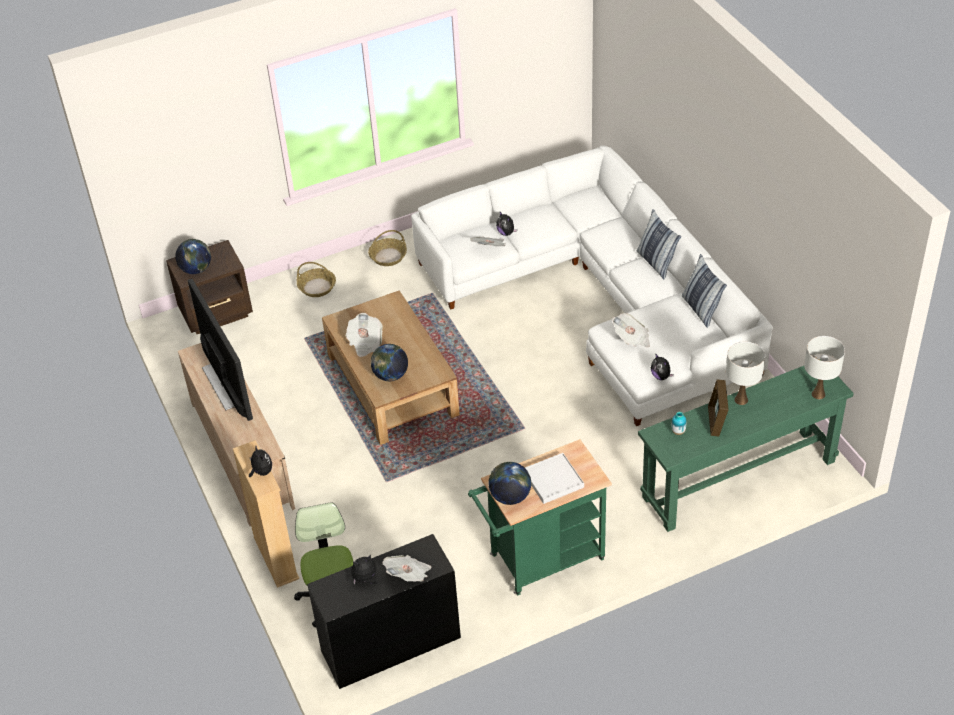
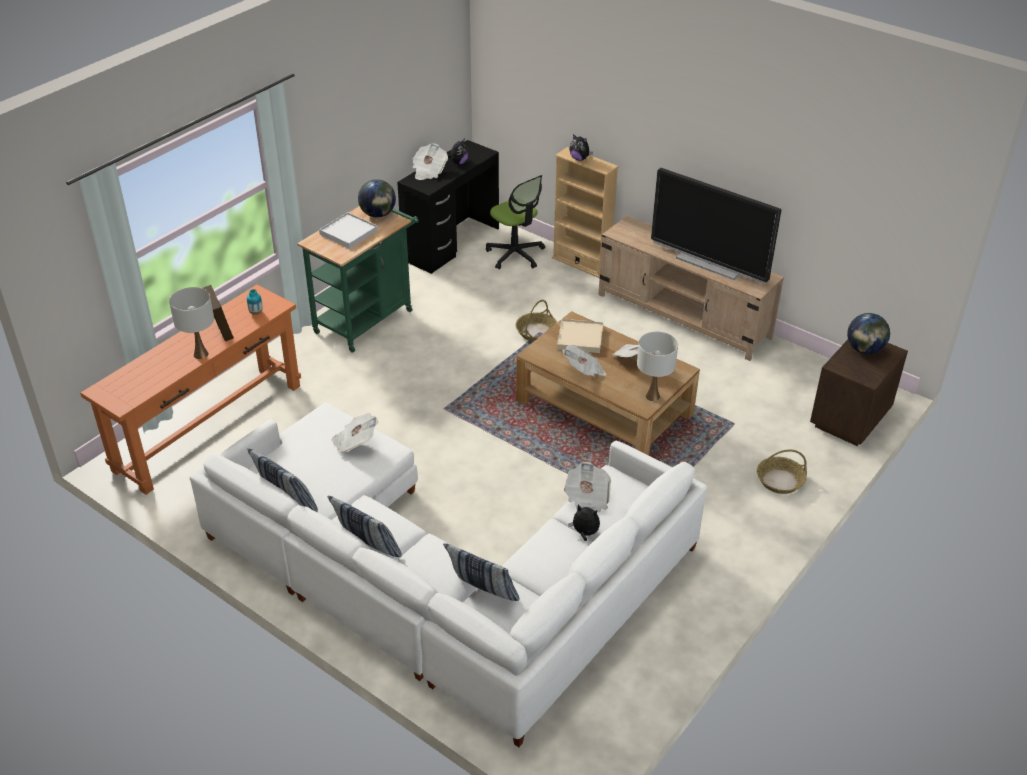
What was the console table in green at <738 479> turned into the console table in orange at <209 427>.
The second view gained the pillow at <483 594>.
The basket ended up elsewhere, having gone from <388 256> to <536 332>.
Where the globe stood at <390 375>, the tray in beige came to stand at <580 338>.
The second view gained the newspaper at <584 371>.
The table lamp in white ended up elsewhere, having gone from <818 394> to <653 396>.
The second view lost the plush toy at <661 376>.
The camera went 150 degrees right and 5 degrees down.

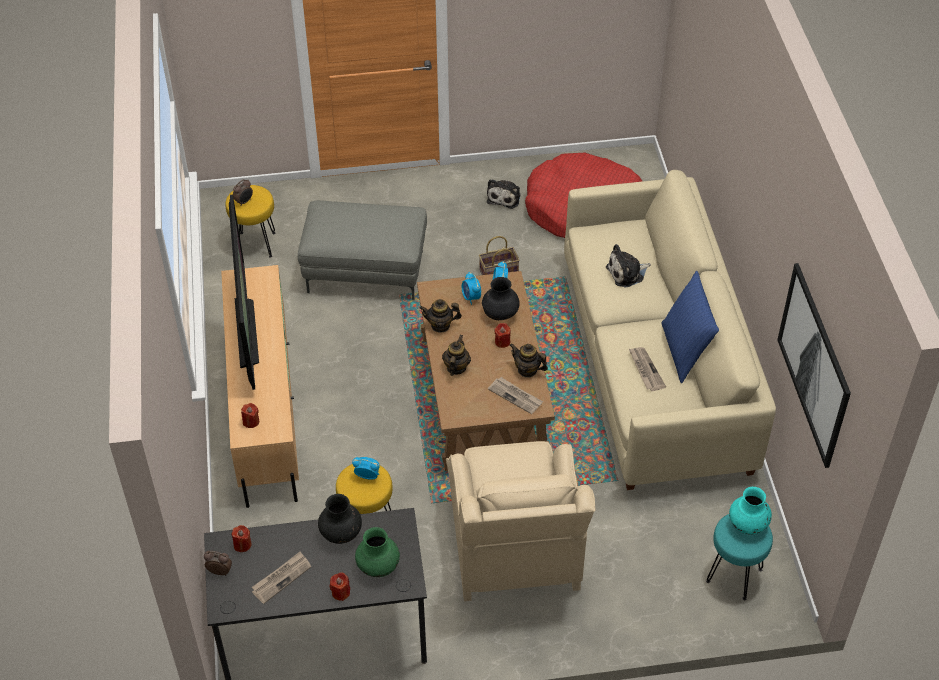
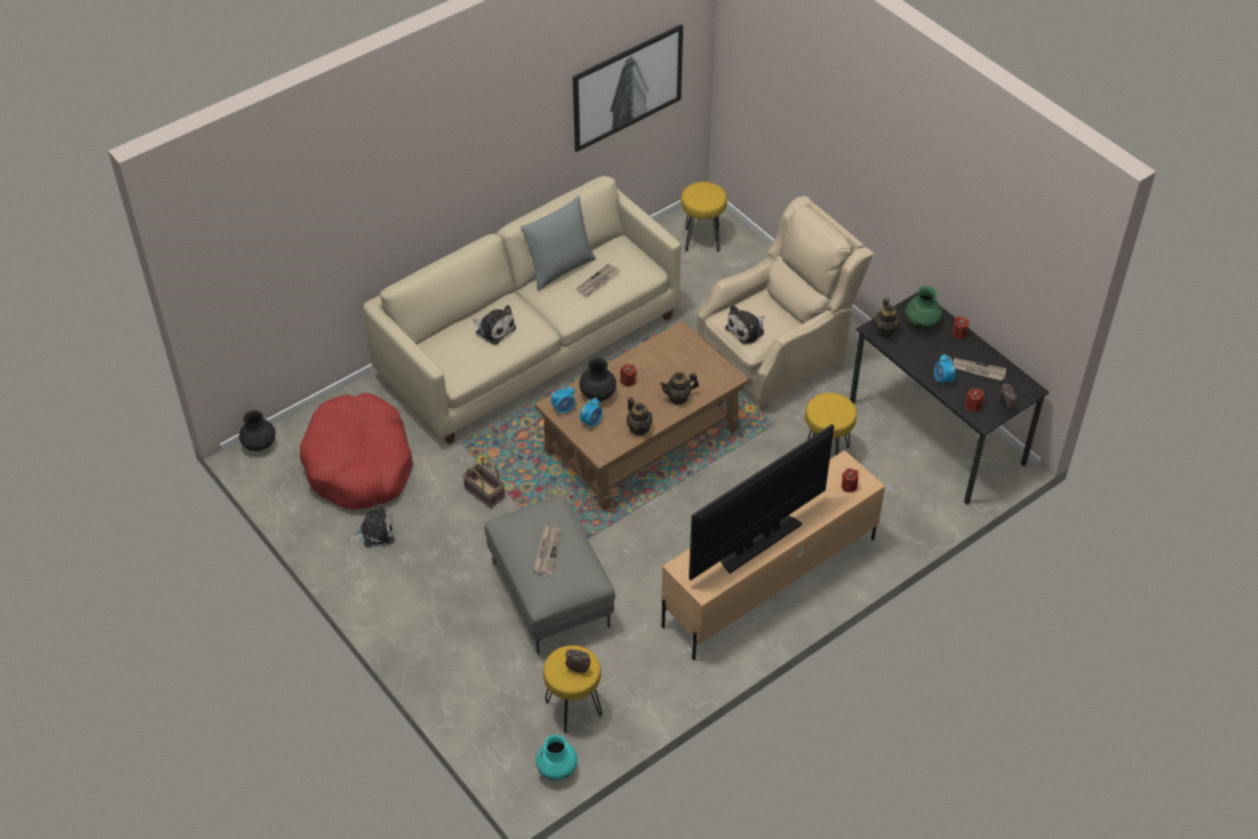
The vase in black ended up elsewhere, having gone from <341 534> to <260 445>.
What was the pillow in blue at <685 351> turned into the pillow in grey at <559 268>.
The newspaper ended up elsewhere, having gone from <516 396> to <547 551>.
The vase in turquoise ended up elsewhere, having gone from <748 525> to <557 769>.
What was the stool in turquoise at <734 576> turned into the stool in yellow at <702 239>.
The second view gained the plush toy at <747 330>.
The teapot ended up elsewhere, having gone from <527 370> to <885 330>.
The alarm clock ended up elsewhere, having gone from <367 476> to <942 380>.
The camera went 120 degrees left and 0 degrees up.

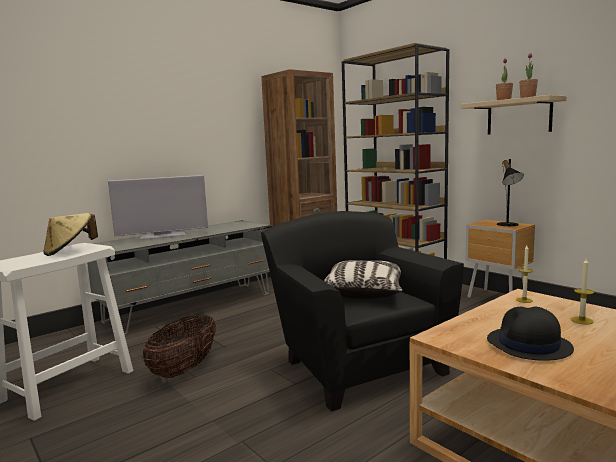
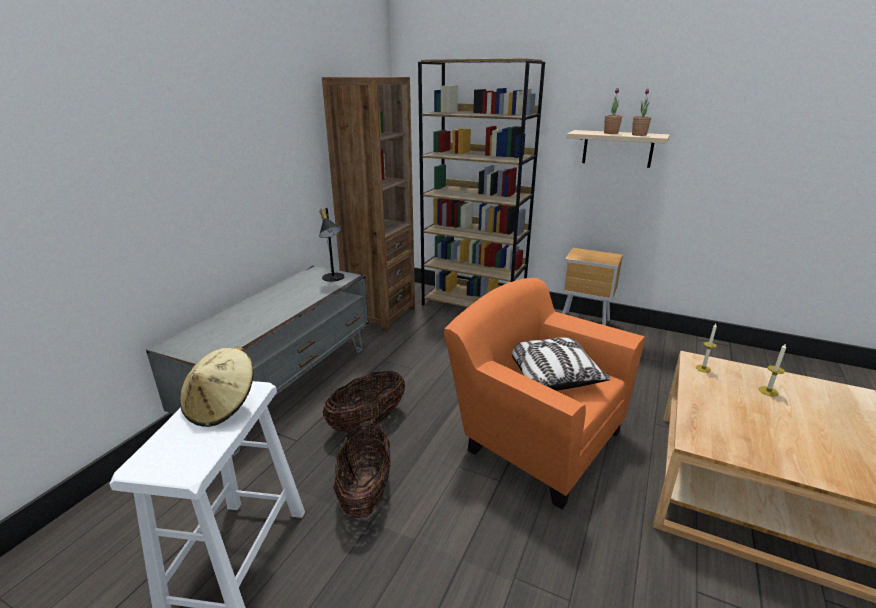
The table lamp in black ended up elsewhere, having gone from <508 225> to <333 279>.
The second view gained the basket at <367 422>.
What was the armchair in black at <358 364> turned into the armchair in orange at <536 438>.
The second view lost the television at <163 236>.
The second view lost the hat in black at <528 345>.
The camera went 25 degrees left and 15 degrees up.

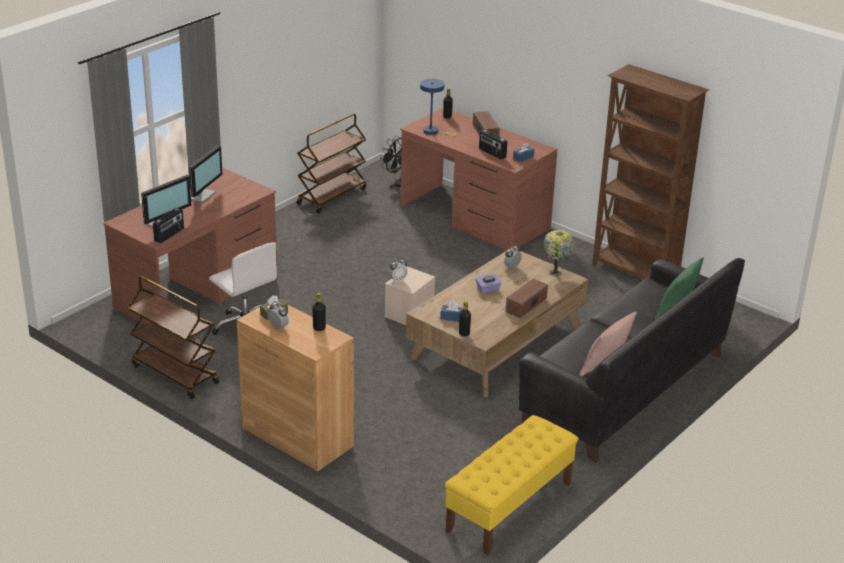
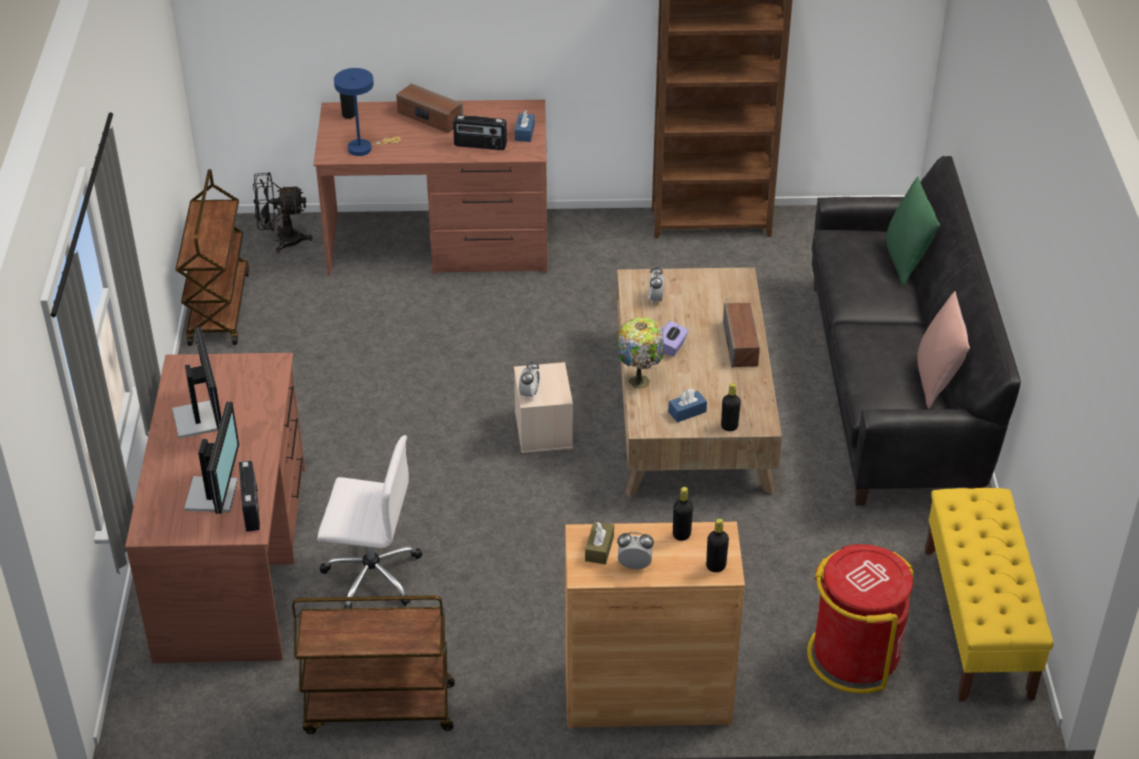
The table lamp ended up elsewhere, having gone from <556 273> to <640 380>.
The second view gained the bottle in black at <716 566>.
The second view gained the trash can in red at <854 656>.
The camera went 40 degrees left and 10 degrees up.

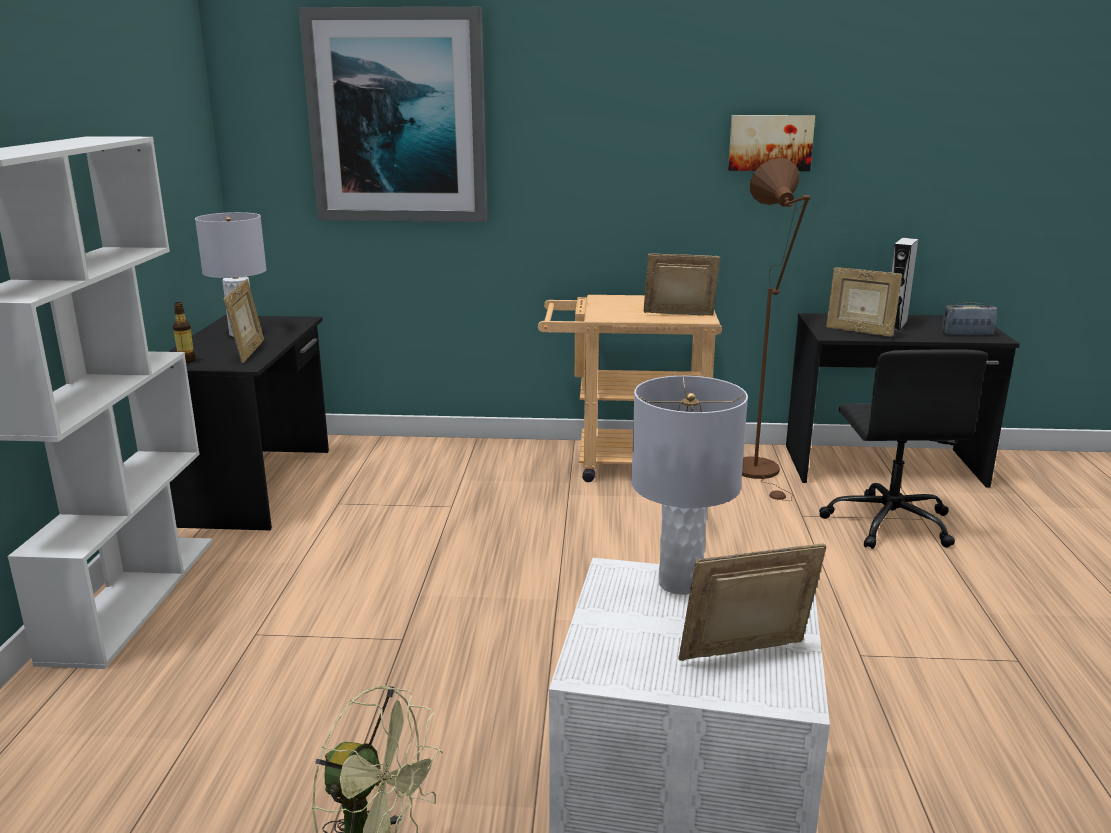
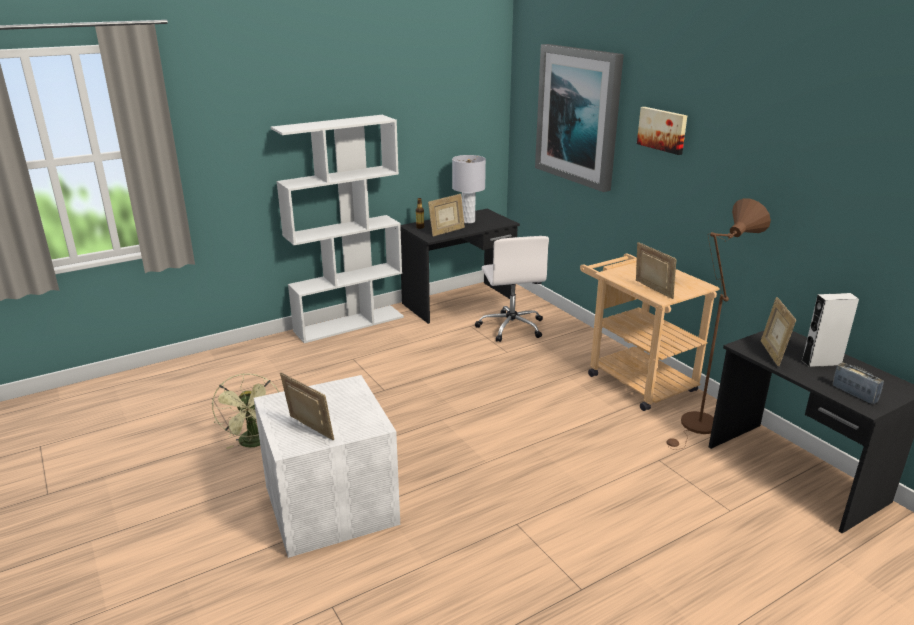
The second view gained the office chair in white at <511 327>.
The picture ended up elsewhere, having gone from <770 143> to <663 130>.
The second view lost the table lamp in grey at <680 583>.
The second view lost the office chair in black at <889 523>.
The camera went 55 degrees right and 5 degrees up.

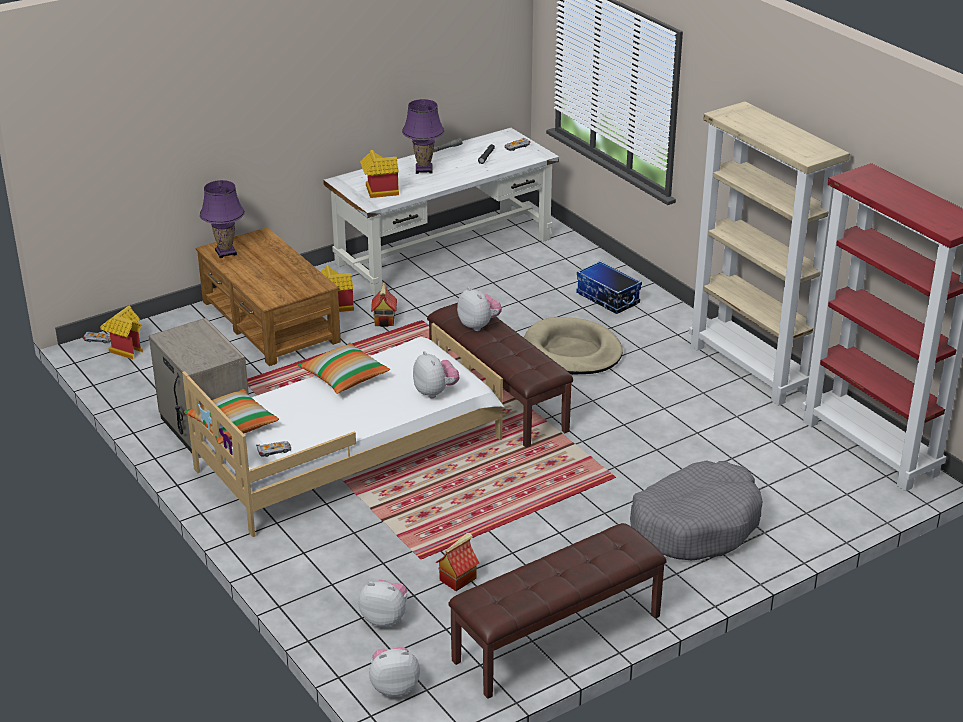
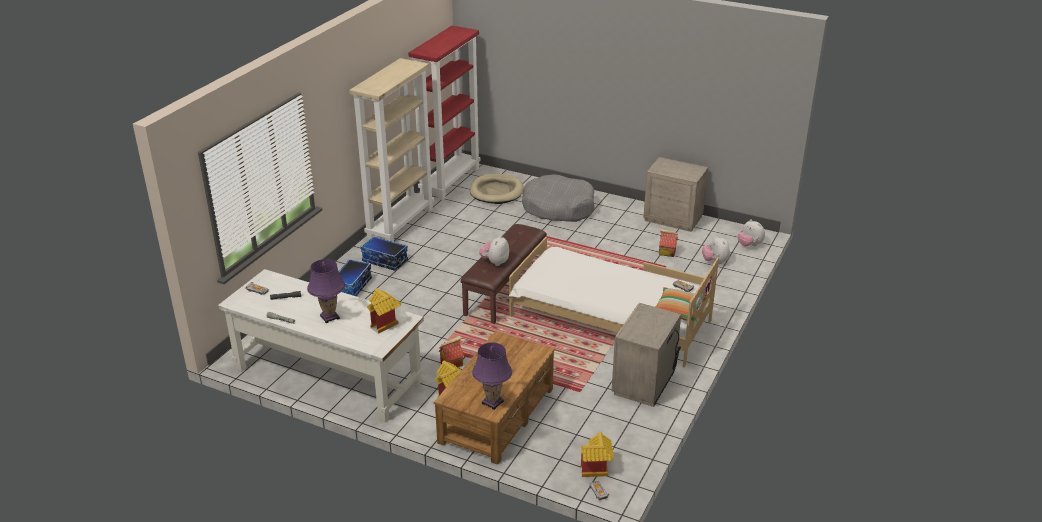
The second view gained the storage box at <384 261>.
The dog bed in beige ended up elsewhere, having gone from <572 351> to <496 191>.
Where the bench in brown stood at <558 639>, the nightstand in beige came to stand at <673 218>.
The second view lost the pillow at <344 378>.
The second view lost the plush toy at <435 392>.
The camera went 120 degrees left and 0 degrees up.

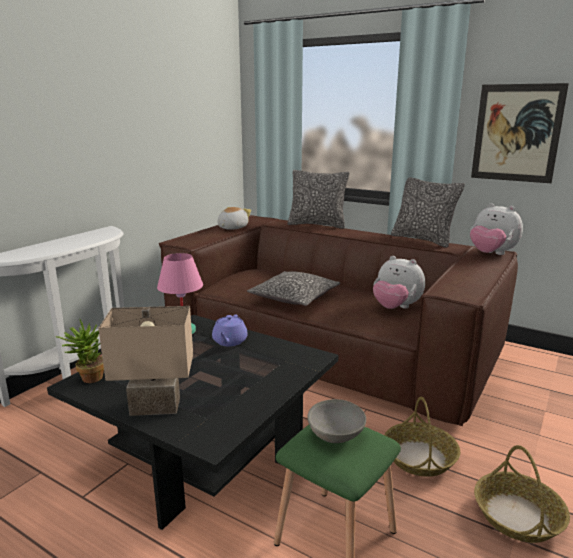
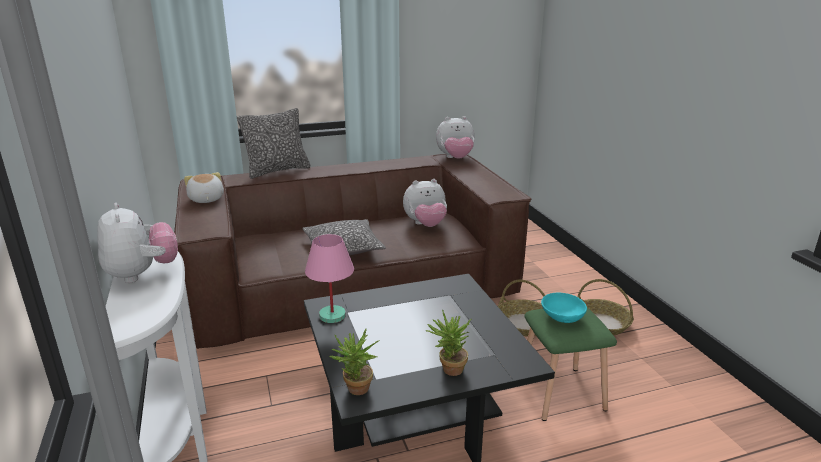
The second view gained the plush toy at <142 274>.
Where the table lamp in beige stood at <156 405>, the potted plant came to stand at <448 370>.
What was the bowl in grey at <336 434> turned into the bowl in turquoise at <562 317>.
The second view lost the teapot in purple at <229 341>.
The second view lost the pillow at <423 239>.
The second view lost the picture at <516 133>.
The camera went 50 degrees left and 5 degrees up.

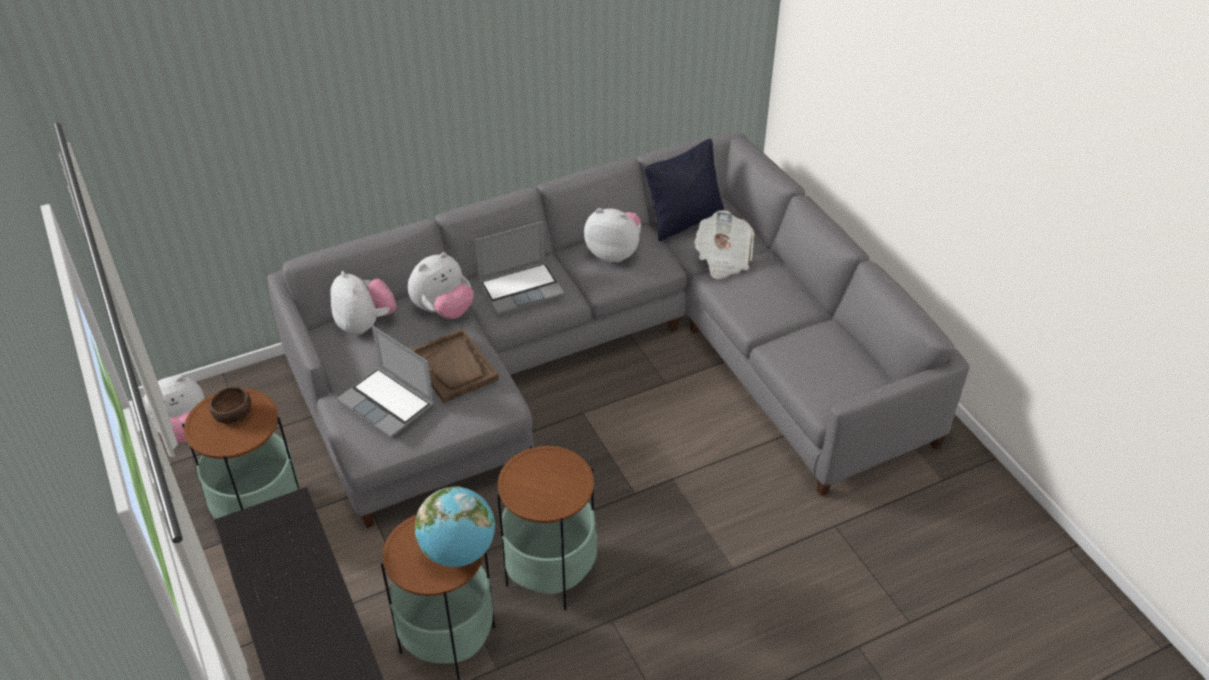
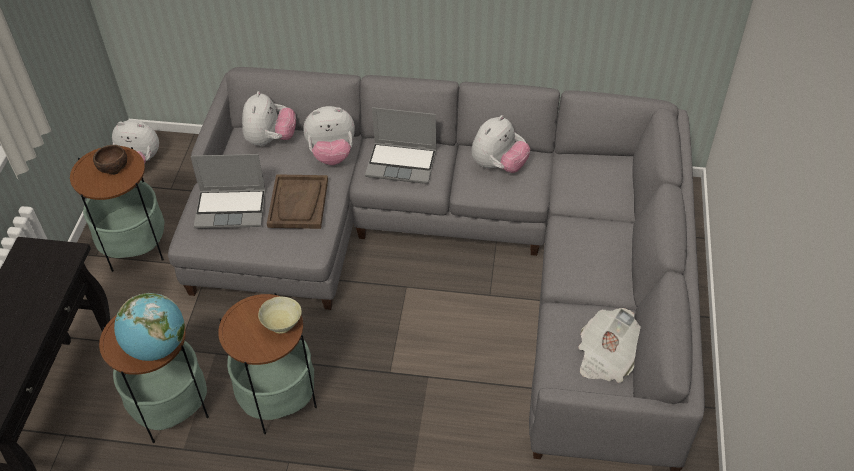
The laptop at <388 403> ended up facing another way, 75 degrees counterclockwise from before.
The second view gained the bowl in beige at <282 324>.
The plush toy at <614 253> ended up facing another way, 75 degrees clockwise from before.
The newspaper ended up elsewhere, having gone from <723 259> to <607 357>.
The second view lost the pillow in black at <684 220>.
The camera went 35 degrees right and 5 degrees up.

